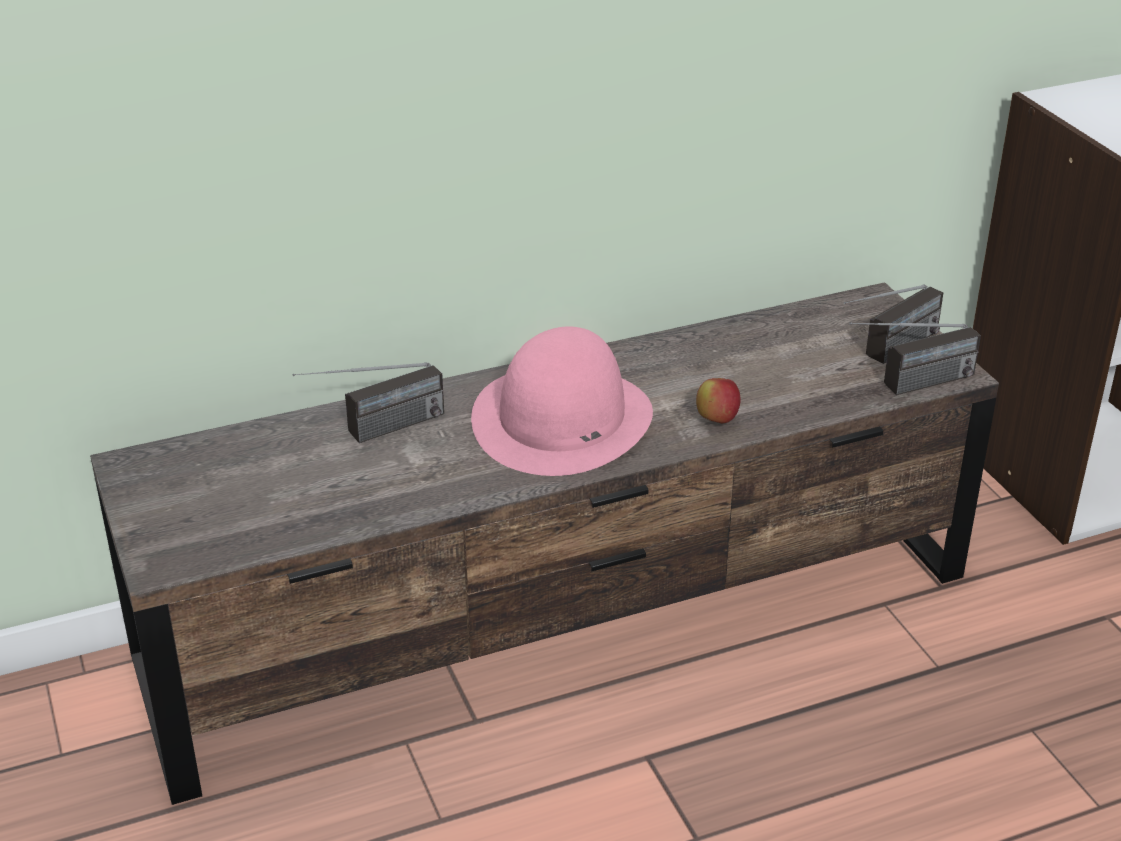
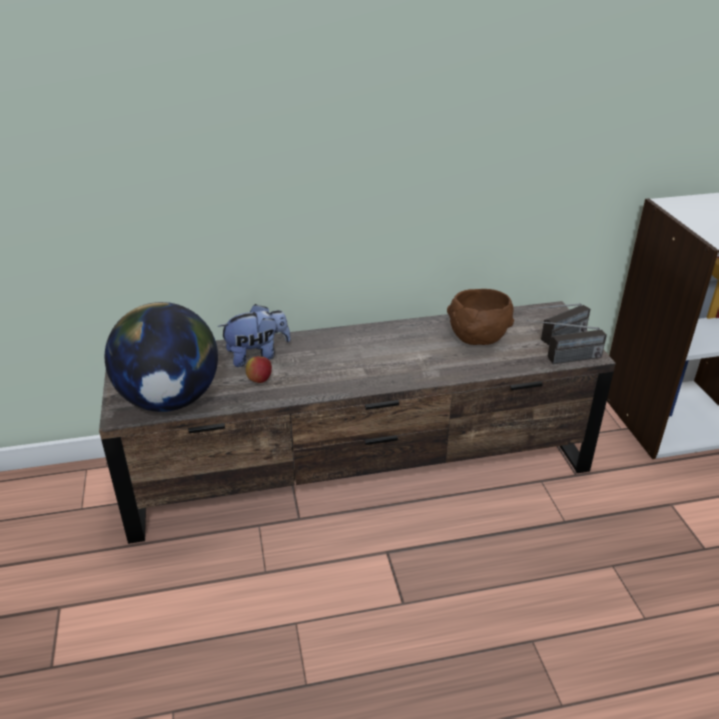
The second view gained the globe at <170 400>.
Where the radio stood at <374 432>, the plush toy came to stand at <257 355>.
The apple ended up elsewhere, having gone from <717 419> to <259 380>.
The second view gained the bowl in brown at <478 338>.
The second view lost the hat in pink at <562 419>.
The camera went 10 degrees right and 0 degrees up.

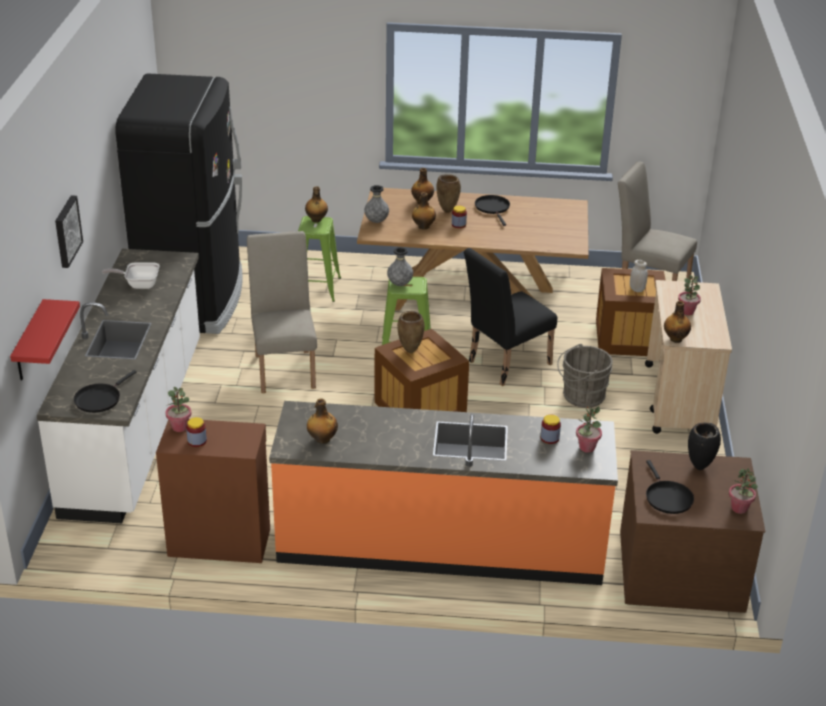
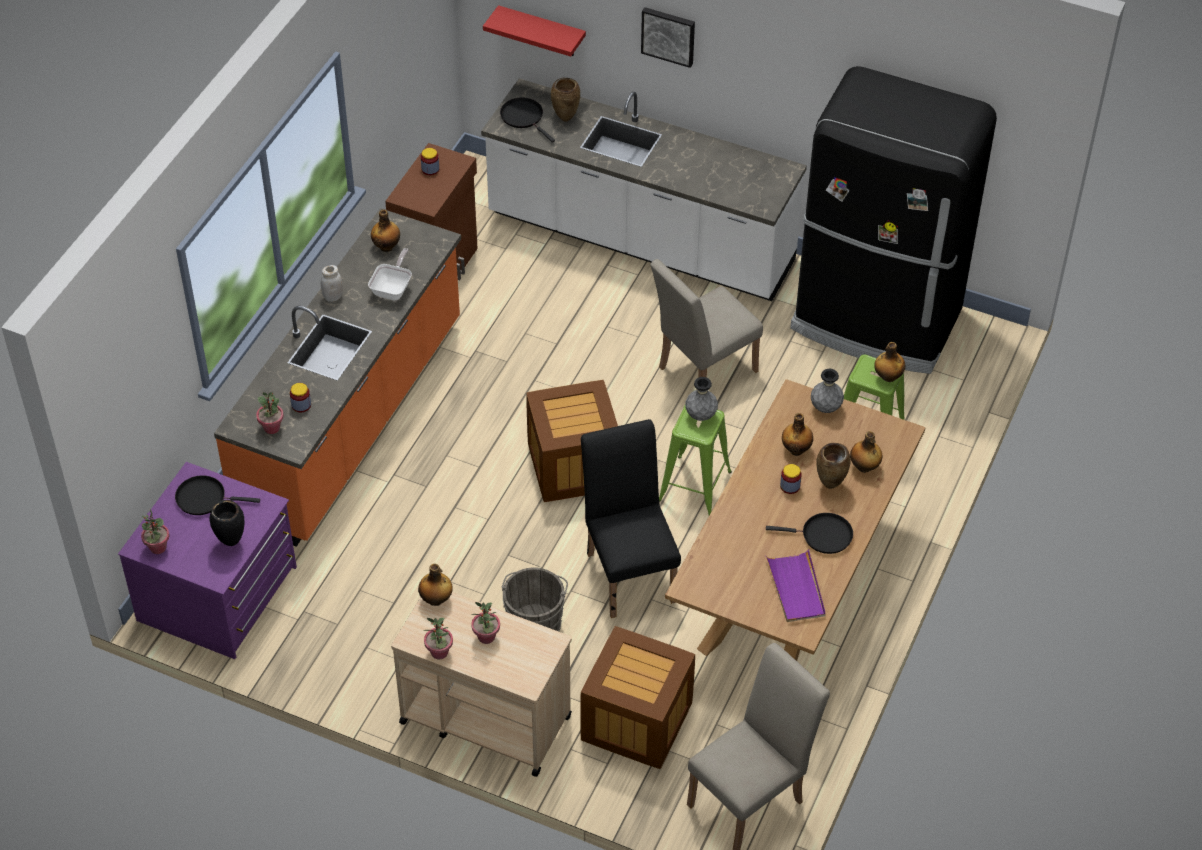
What was the dresser in brown at <681 568> turned into the dresser in purple at <219 594>.
The jar in white ended up elsewhere, having gone from <637 289> to <333 297>.
The frying pan ended up elsewhere, having gone from <139 284> to <393 289>.
The potted plant ended up elsewhere, having gone from <180 427> to <439 652>.
The vase in brown ended up elsewhere, having gone from <409 351> to <565 118>.
The chair in beige at <285 367> ended up facing another way, 135 degrees clockwise from before.
The second view gained the tray in purple at <796 588>.
The camera went 110 degrees right and 15 degrees up.

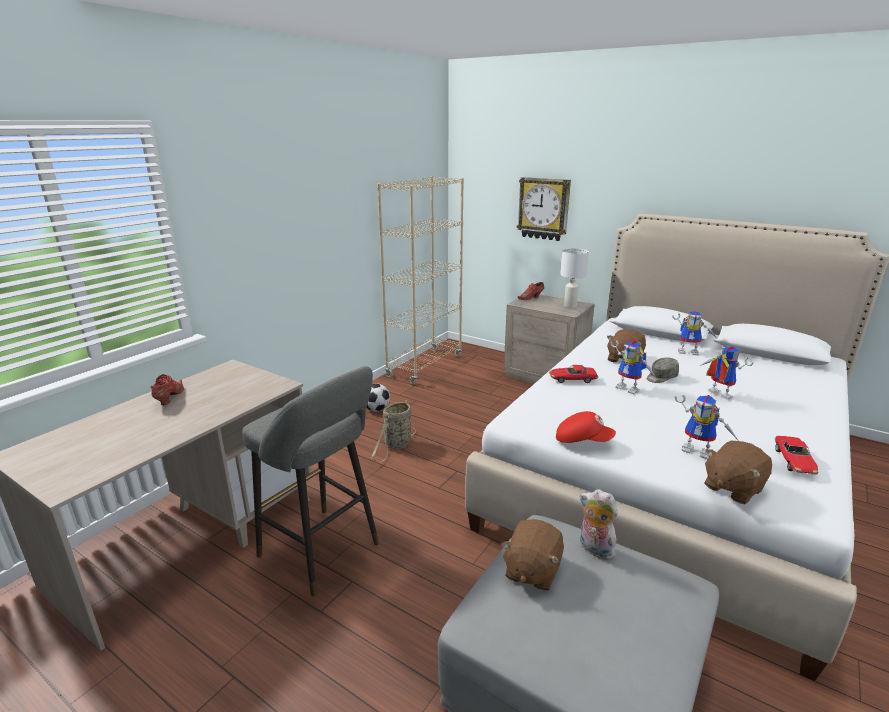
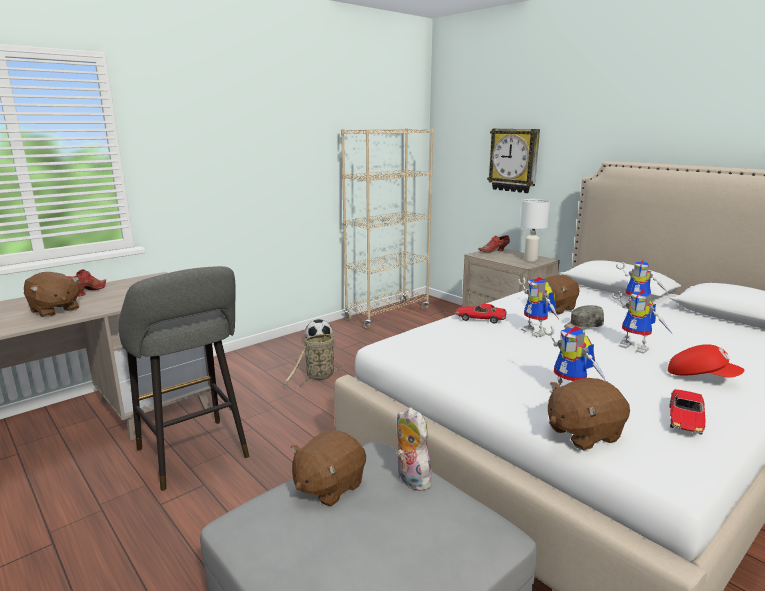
The second view gained the plush toy in brown at <54 310>.
The toy robot at <716 394> ended up facing another way, 150 degrees clockwise from before.
The cap in red ended up elsewhere, having gone from <583 440> to <701 377>.
The camera went 15 degrees right and 5 degrees down.

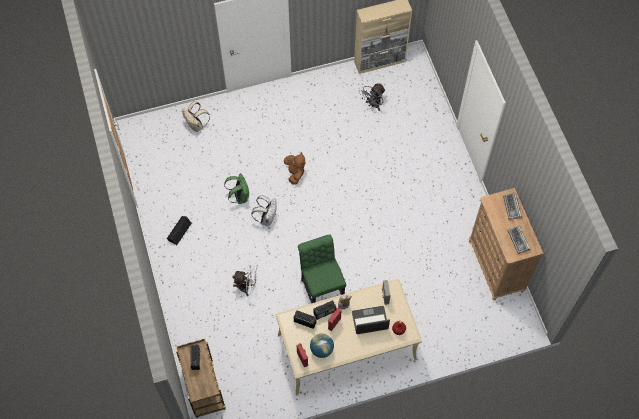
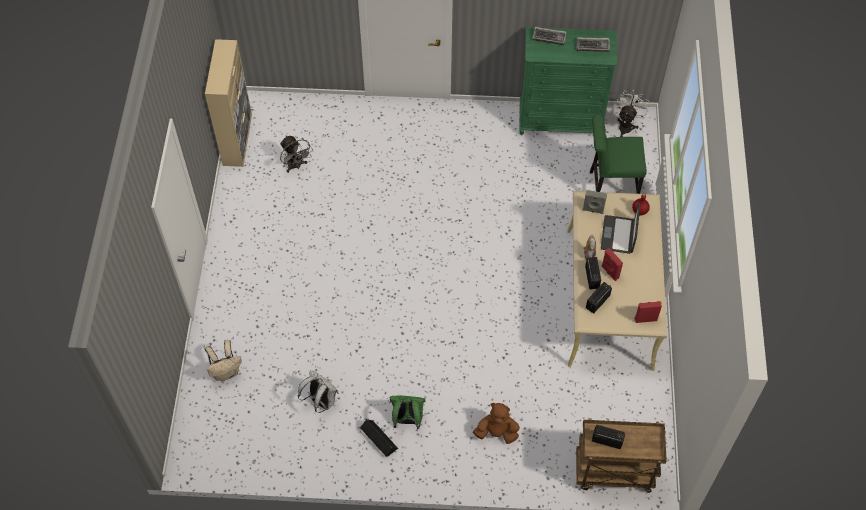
The backpack in white ended up elsewhere, having gone from <266 218> to <320 401>.
The backpack in green ended up elsewhere, having gone from <239 196> to <407 420>.
The plush toy in brown ended up elsewhere, having gone from <295 173> to <497 432>.
What was the dresser in brown at <496 266> turned into the dresser in green at <560 121>.
The chair in green ended up elsewhere, having gone from <321 288> to <609 187>.
The fan in white ended up elsewhere, having gone from <247 287> to <627 125>.
The second view lost the globe at <321 349>.
The camera went 70 degrees left and 5 degrees down.

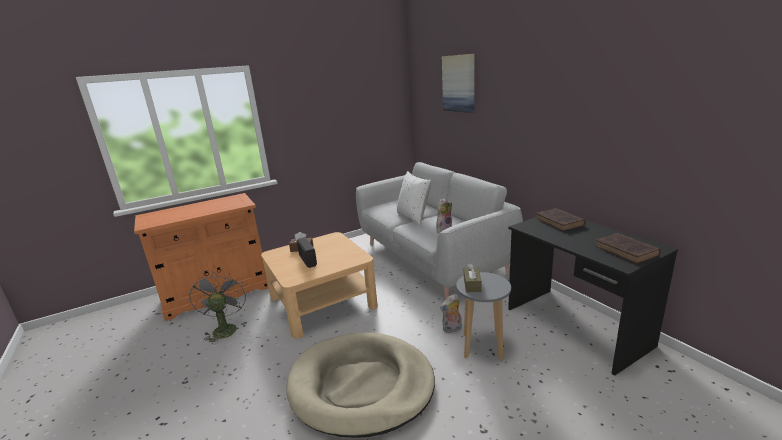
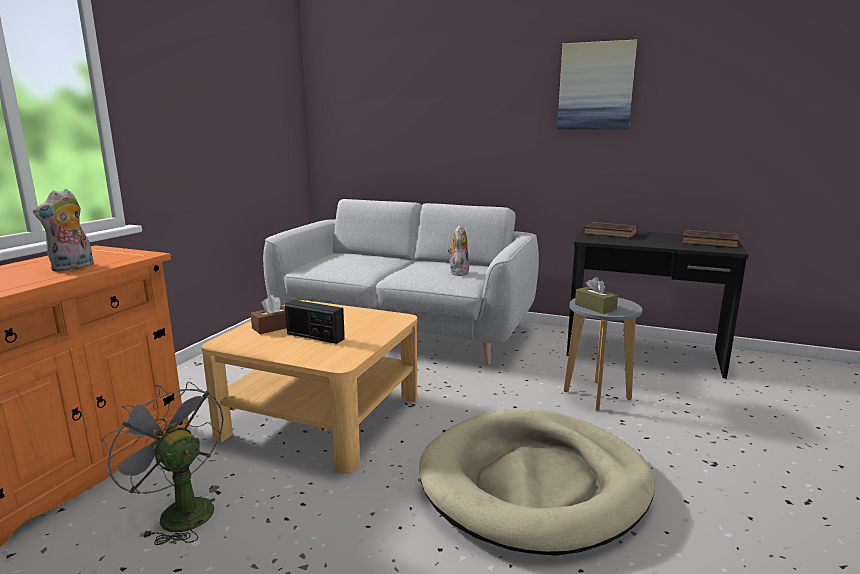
The plush toy ended up elsewhere, having gone from <452 329> to <73 267>.
The picture ended up elsewhere, having gone from <459 83> to <596 86>.
The second view lost the pillow in white at <414 217>.
The camera went 40 degrees left and 5 degrees down.

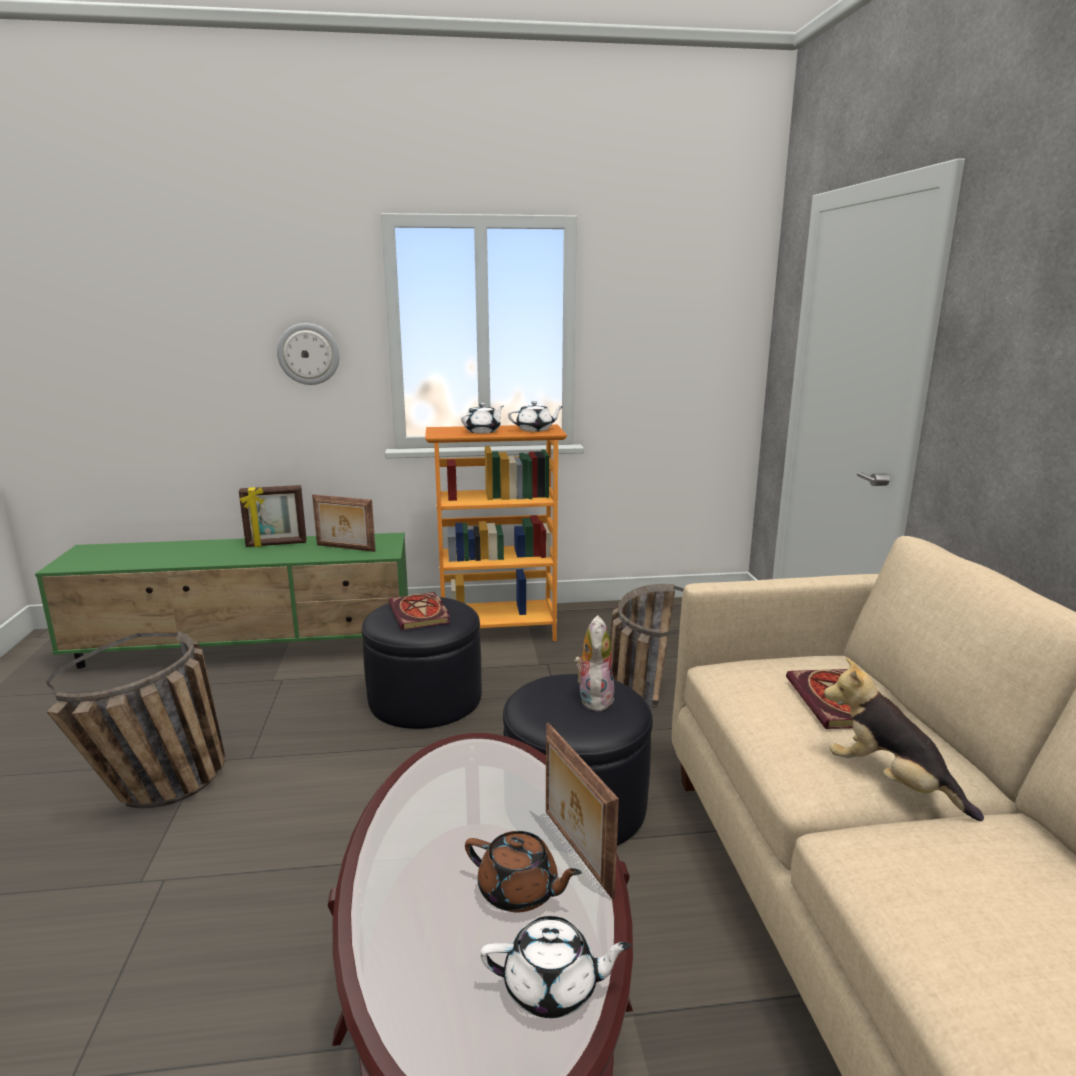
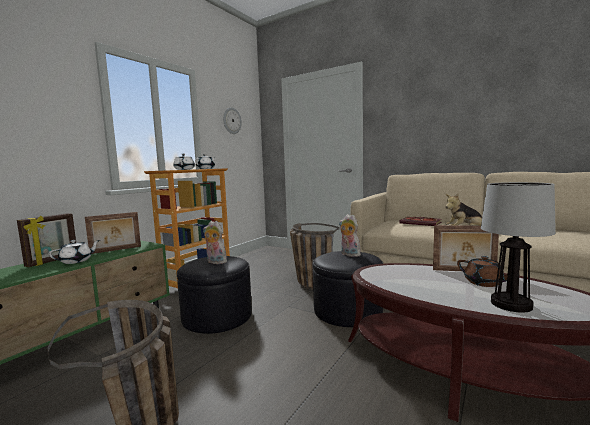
The teapot in white ended up elsewhere, having gone from <553 988> to <77 261>.
Where the book stood at <421 614>, the plush toy came to stand at <215 262>.
The wall clock ended up elsewhere, having gone from <308 354> to <231 121>.
The teapot in brown at <519 892> ended up facing another way, 75 degrees clockwise from before.
The second view gained the table lamp at <510 304>.
The camera went 50 degrees left and 10 degrees down.

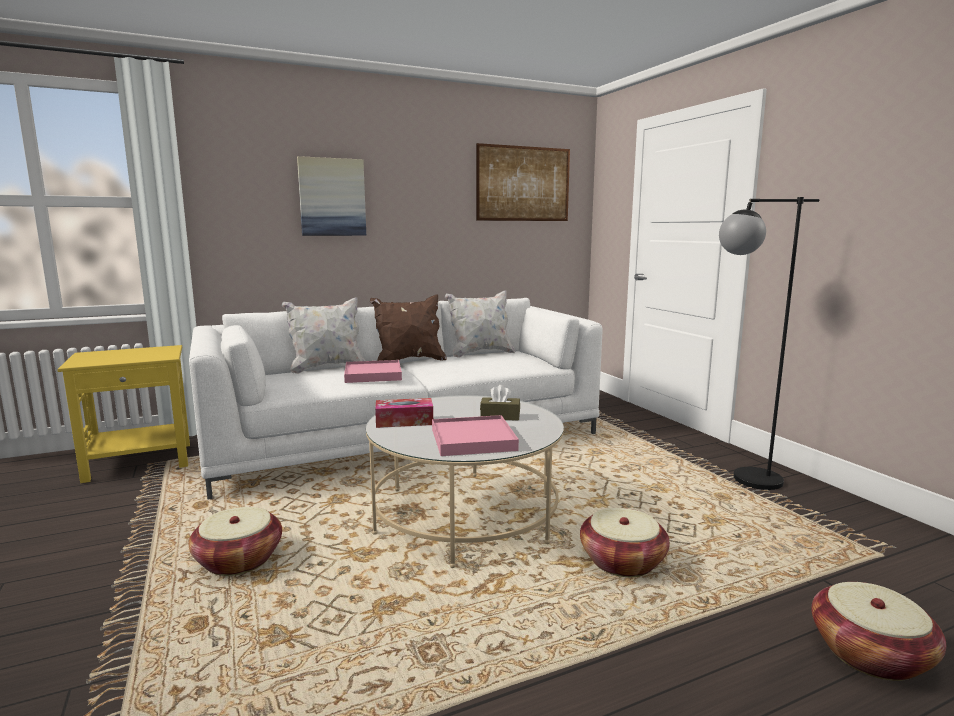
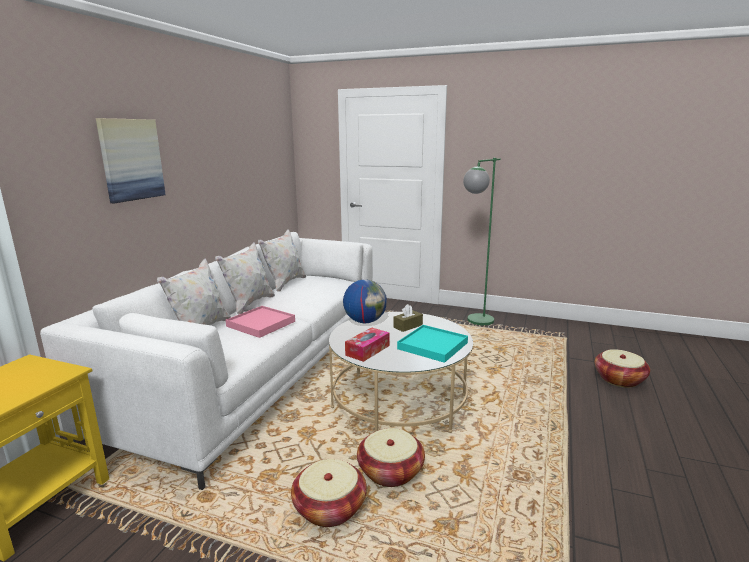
What was the pillow in brown at <409 361> turned into the pillow in white at <249 304>.
The second view gained the globe at <365 321>.
The basket ended up elsewhere, having gone from <622 561> to <390 471>.
What was the tray in pink at <472 440> turned into the tray in turquoise at <433 346>.
What was the floor lamp in black at <741 480> turned into the floor lamp in green at <475 323>.
The second view lost the picture at <523 184>.
The camera went 45 degrees left and 5 degrees up.

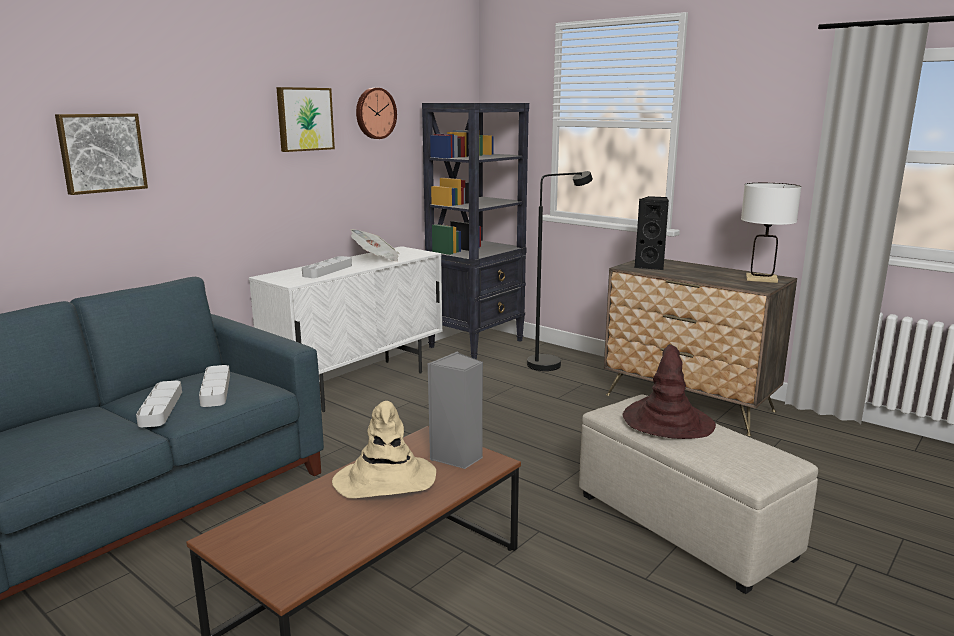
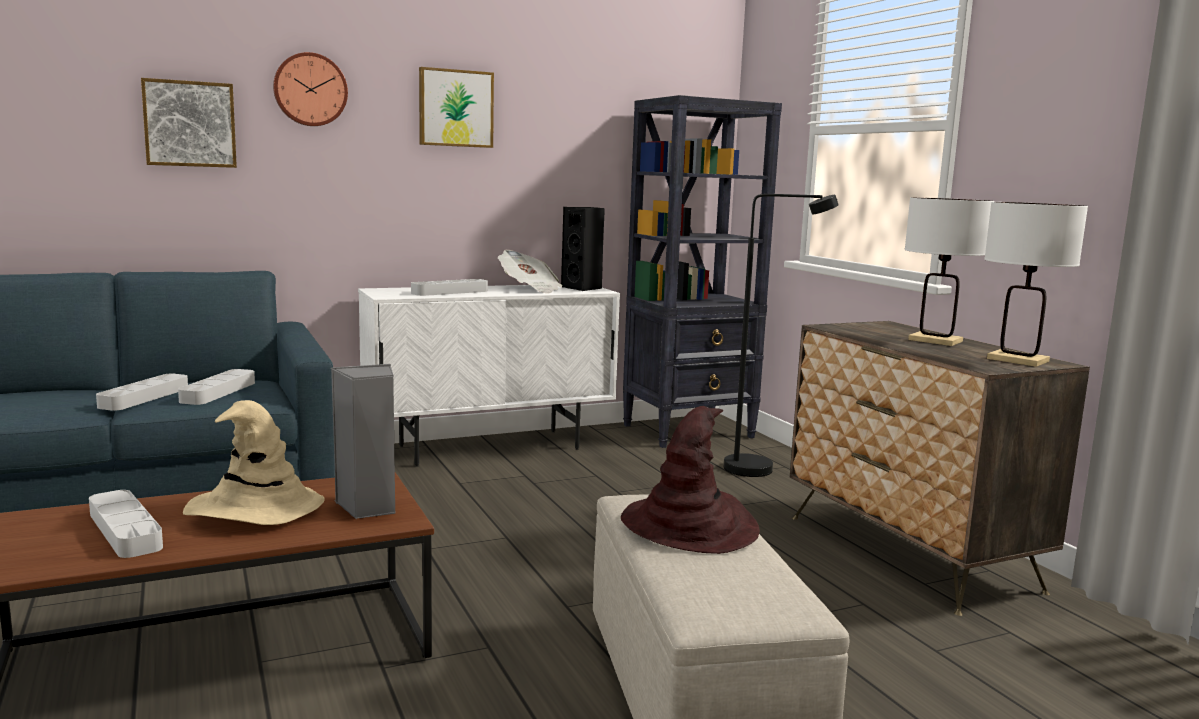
The second view gained the tray in grey at <125 530>.
The wall clock ended up elsewhere, having gone from <374 113> to <310 90>.
The speaker in black ended up elsewhere, having gone from <651 266> to <583 288>.
The second view gained the table lamp in white at <935 340>.
The camera went 25 degrees right and 5 degrees down.

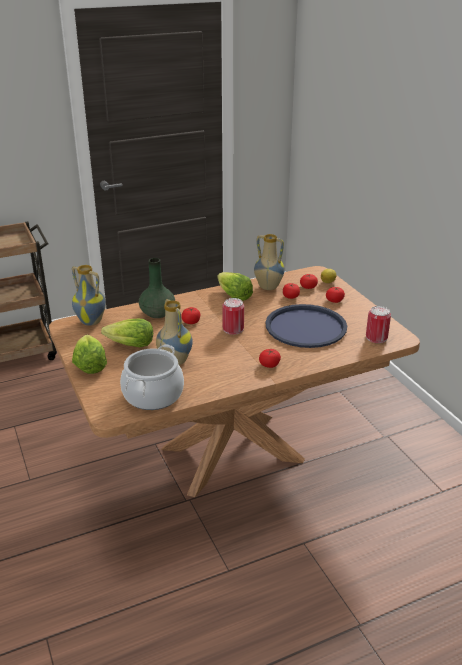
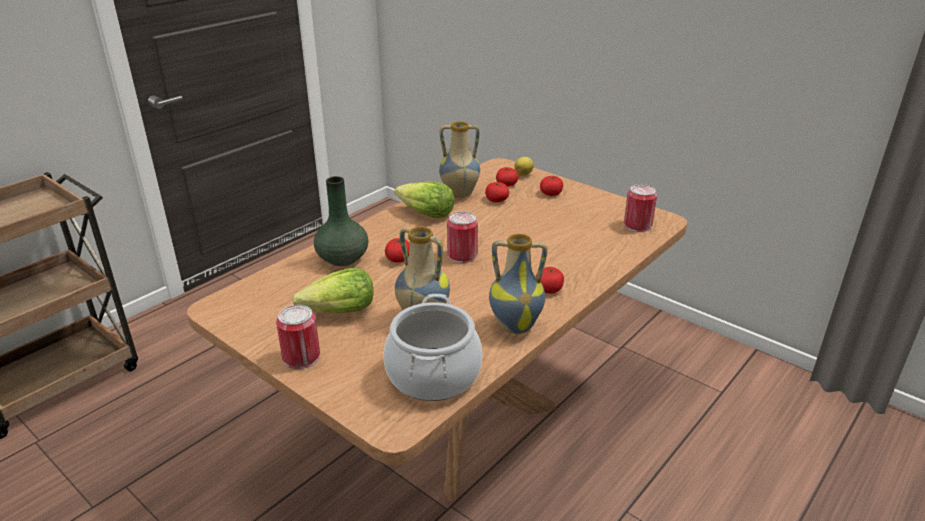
Where the lettuce stood at <89 365>, the can came to stand at <301 357>.
The vase ended up elsewhere, having gone from <92 321> to <516 325>.
The second view lost the tray in blue at <305 327>.
The camera went 25 degrees left and 0 degrees up.

